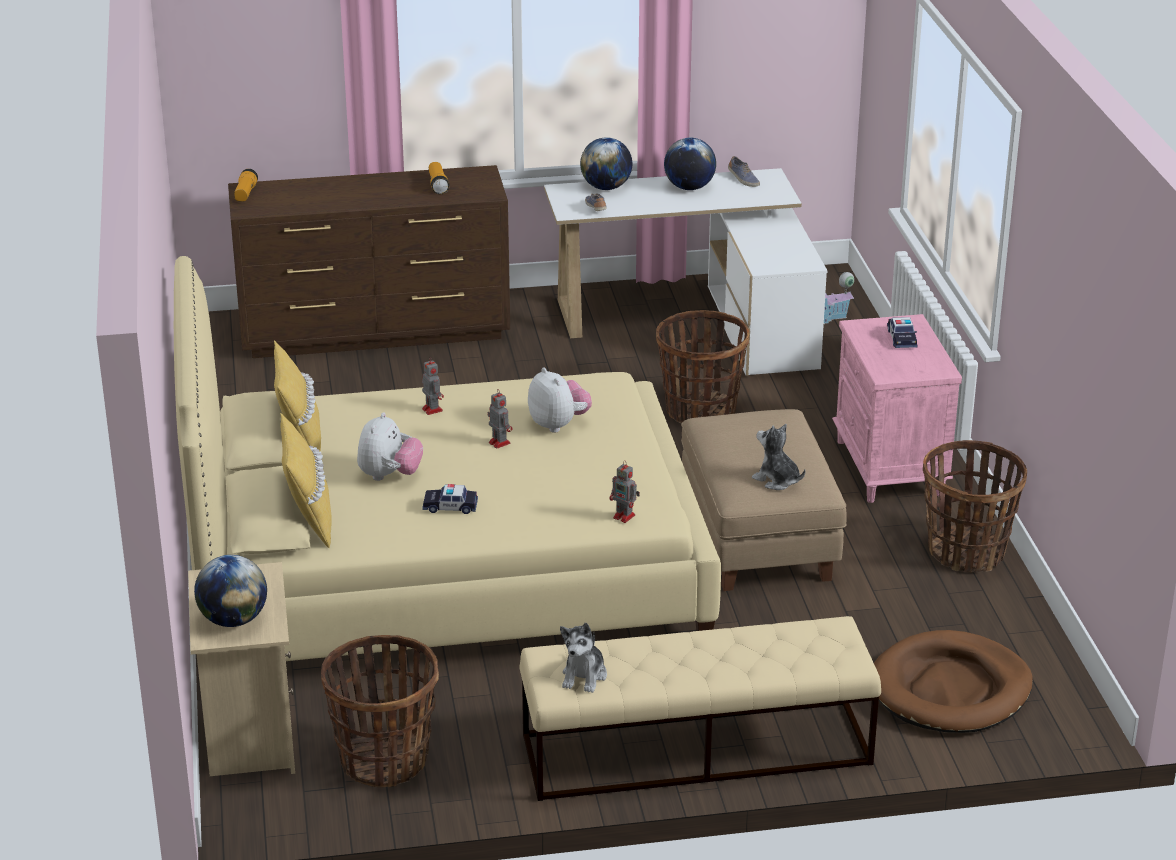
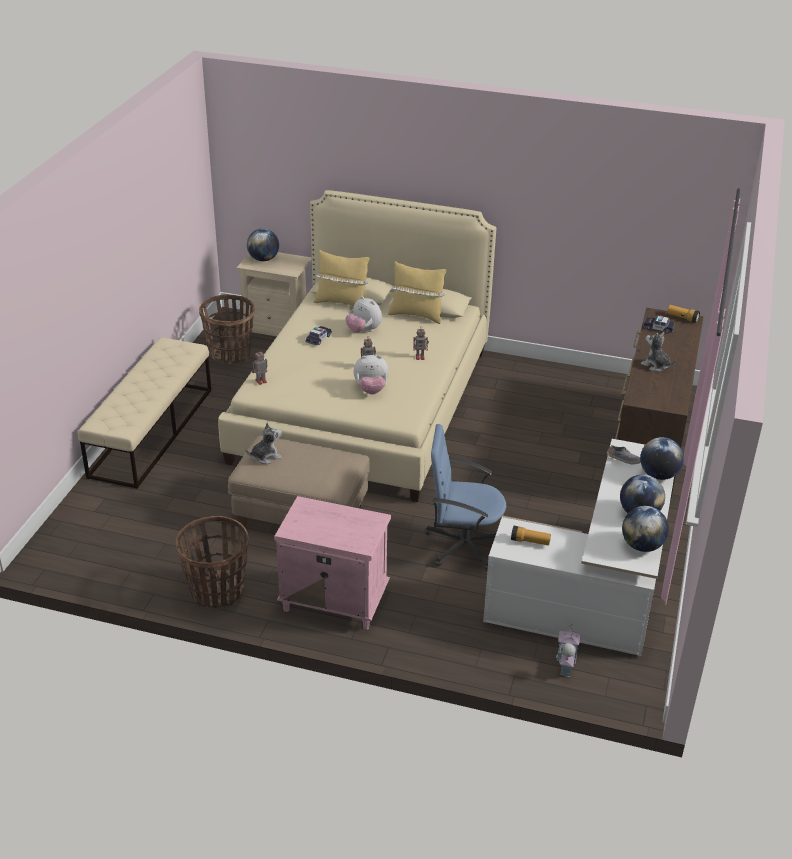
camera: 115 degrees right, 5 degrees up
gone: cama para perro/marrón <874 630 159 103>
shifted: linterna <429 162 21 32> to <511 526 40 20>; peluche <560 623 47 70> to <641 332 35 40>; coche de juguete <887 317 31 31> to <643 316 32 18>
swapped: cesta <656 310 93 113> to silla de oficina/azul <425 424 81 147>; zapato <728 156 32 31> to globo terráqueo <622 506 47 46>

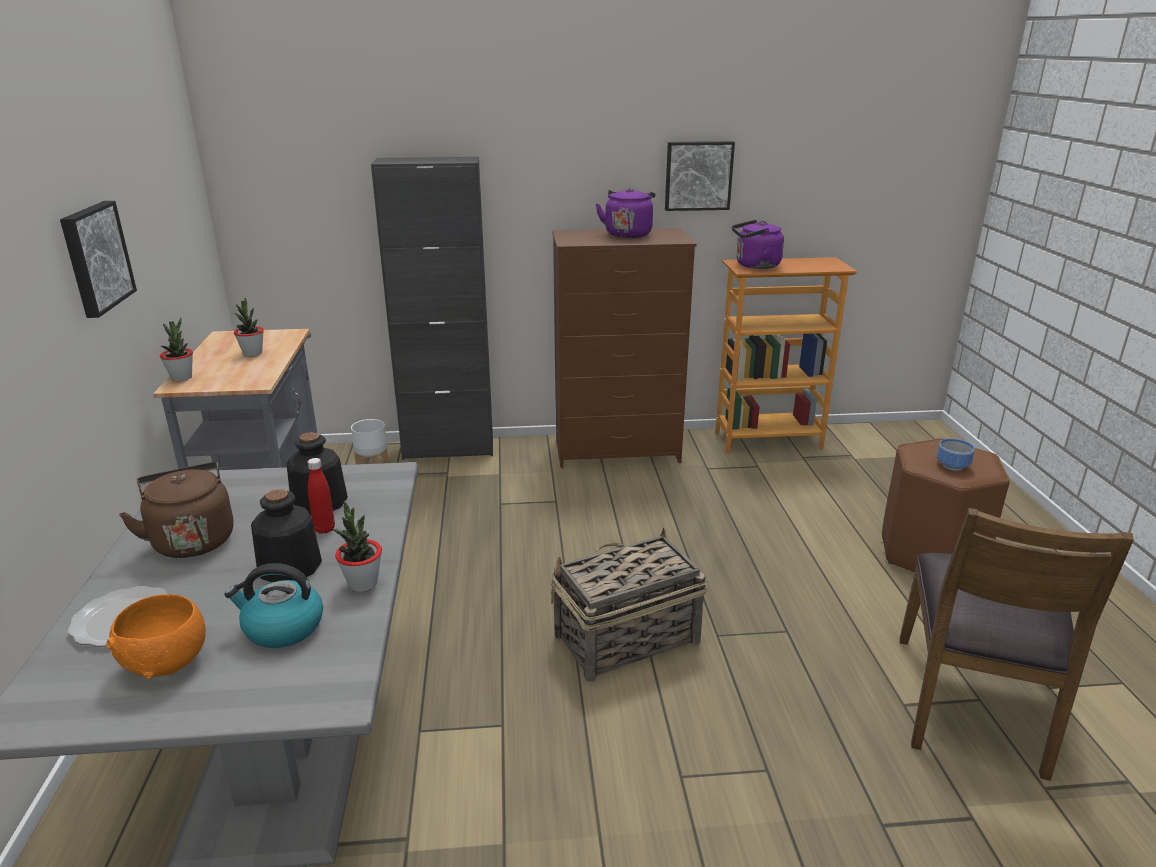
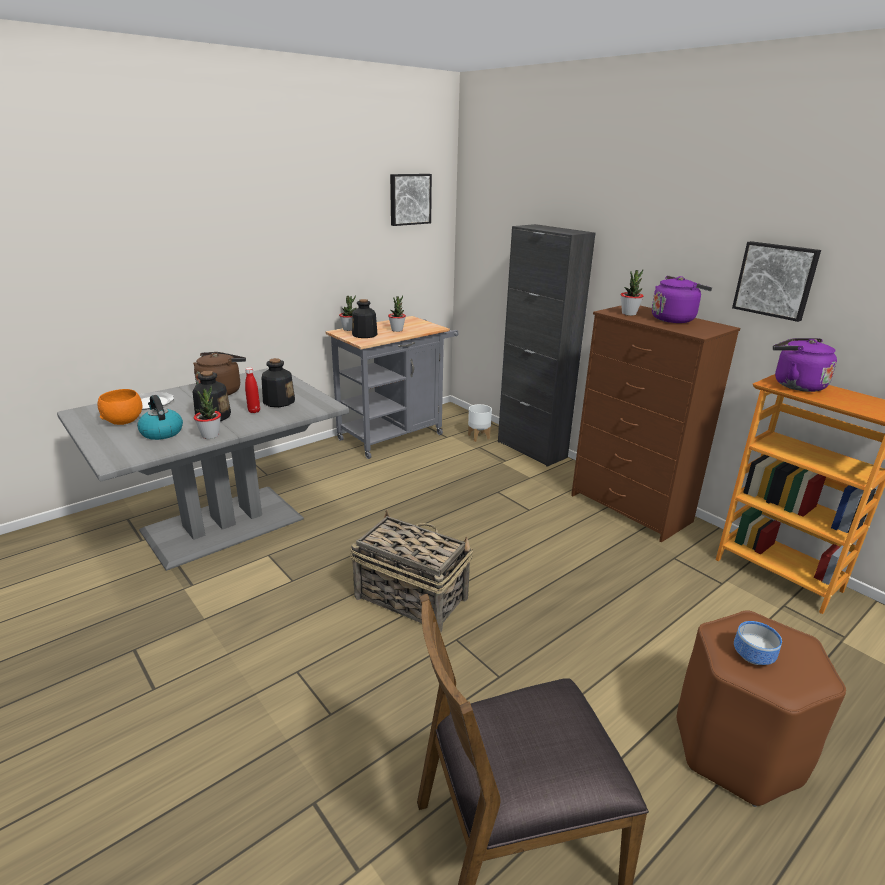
camera: 55 degrees right, 0 degrees up
new: botella <352 299 26 39>; planta en maceta <620 269 24 47>
shifted: cuadro <60 201 77 117> to <390 174 42 52>

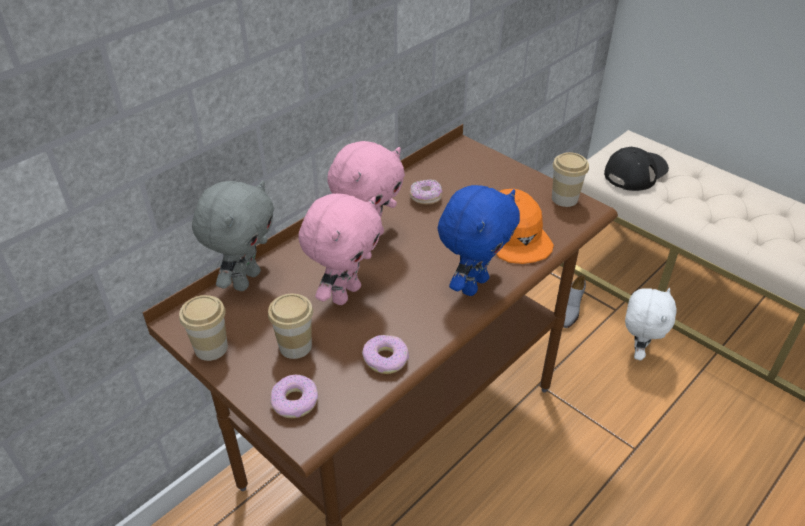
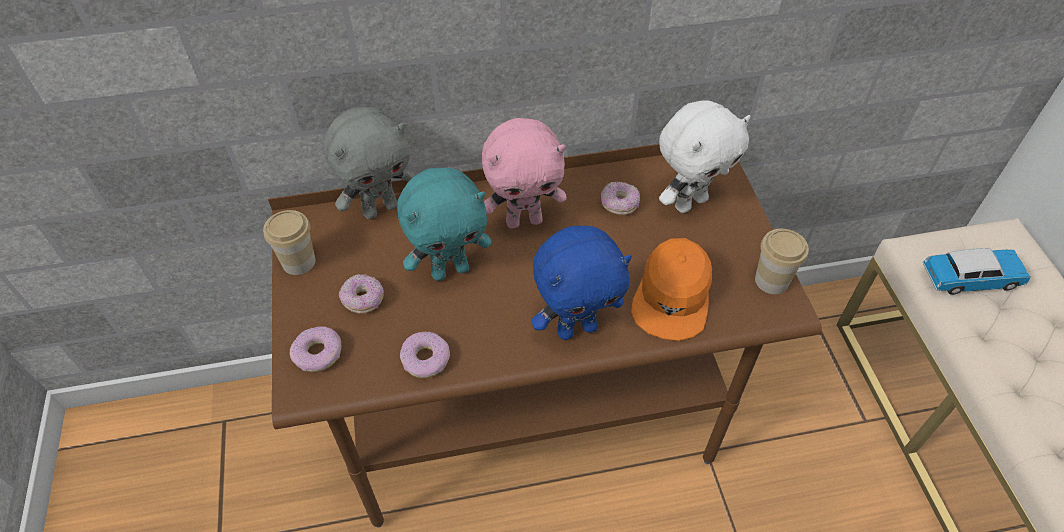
camera: 35 degrees right, 10 degrees up
gone: zapato/gris <563 275 23 53>
shifted: peluche/blanco <625 288 52 72> to <659 100 92 113>
swapped: taza <268 294 45 65> to rosquilla <339 274 45 40>; gorra/negro <604 146 65 45> to coche de juguete <923 248 108 47>
repainted: peluche/rosa <298 193 84 112> to peluche/turquesa <397 167 95 114>

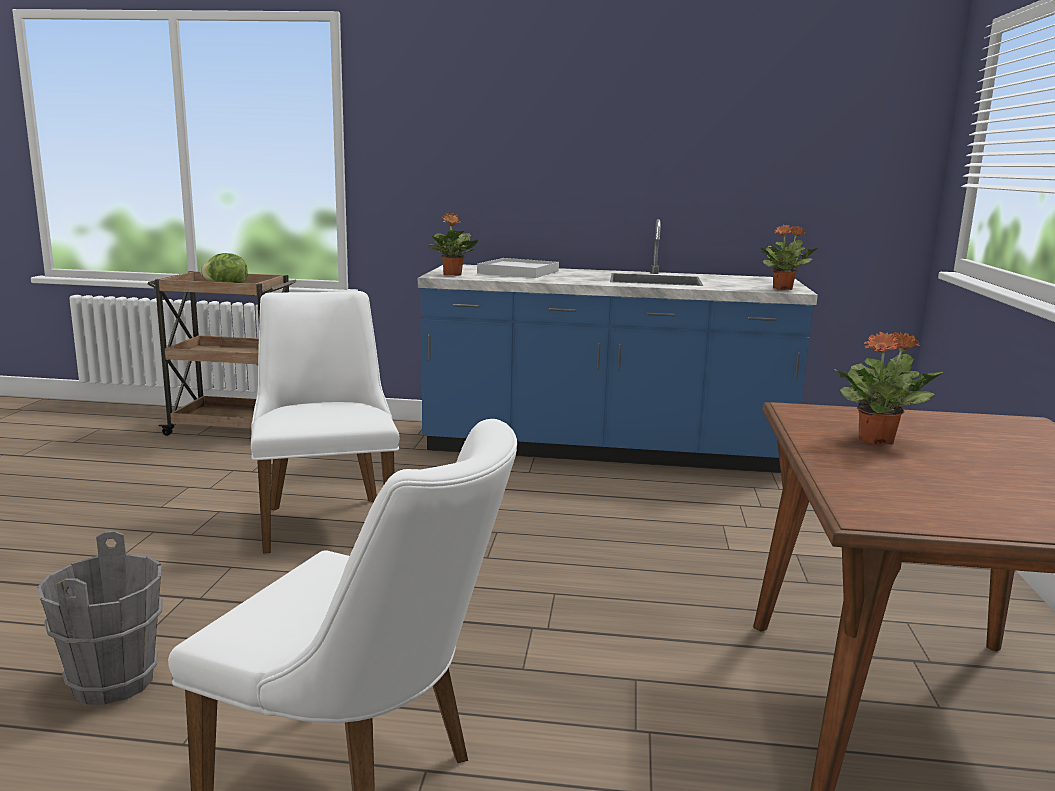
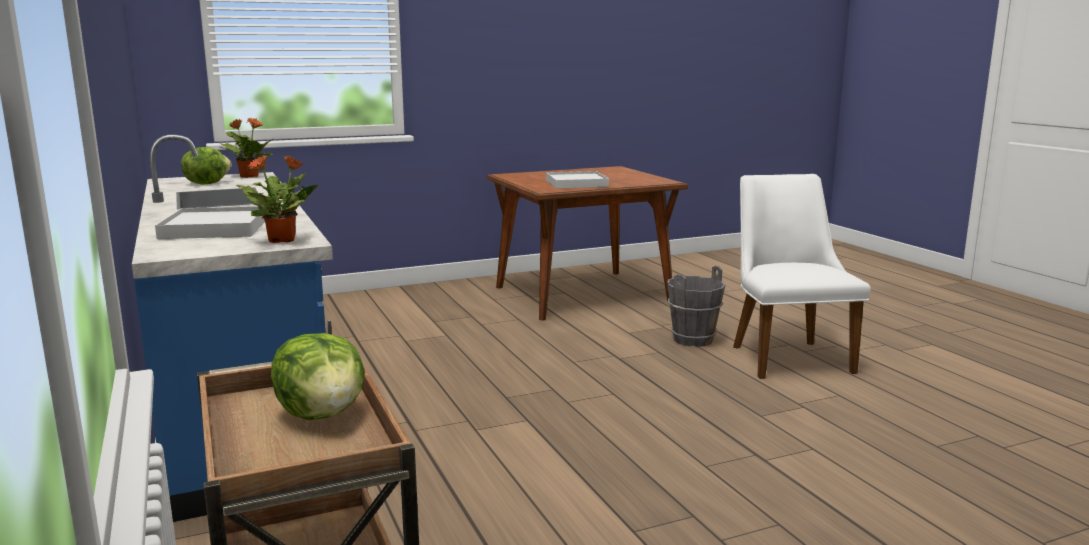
camera: 120 degrees left, 0 degrees up
gone: silla/blanco <251 291 148 263>
new: lechuga <181 147 51 37>
shifted: cubo/gris <37 531 126 174> to <667 266 58 81>
swapped: planta en maceta <835 332 109 113> to bandeja/blanco <546 171 63 18>

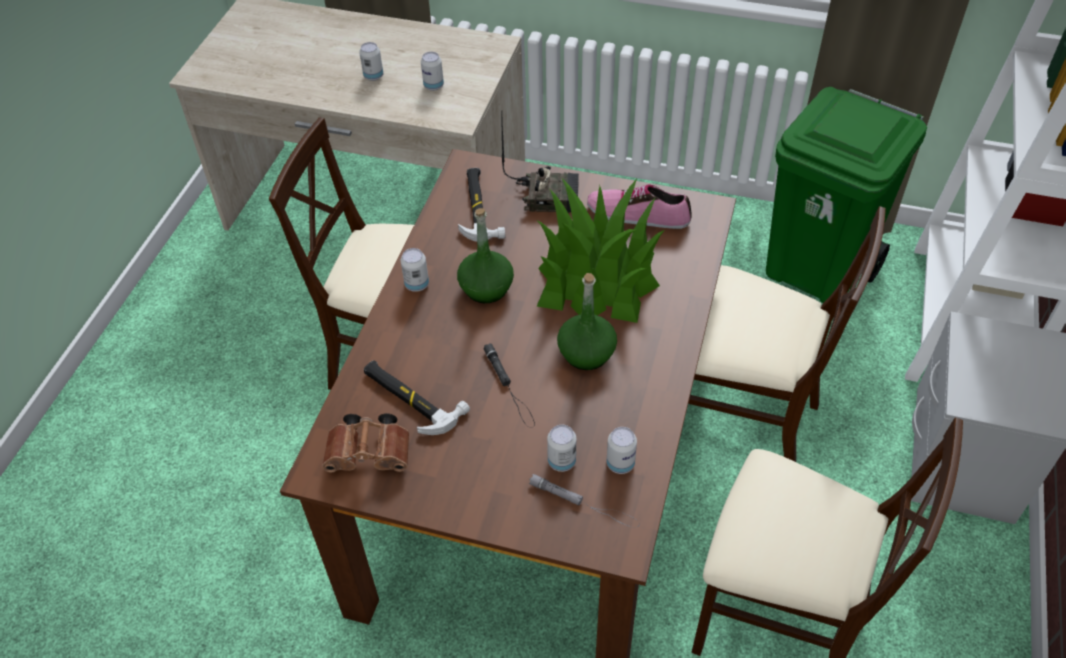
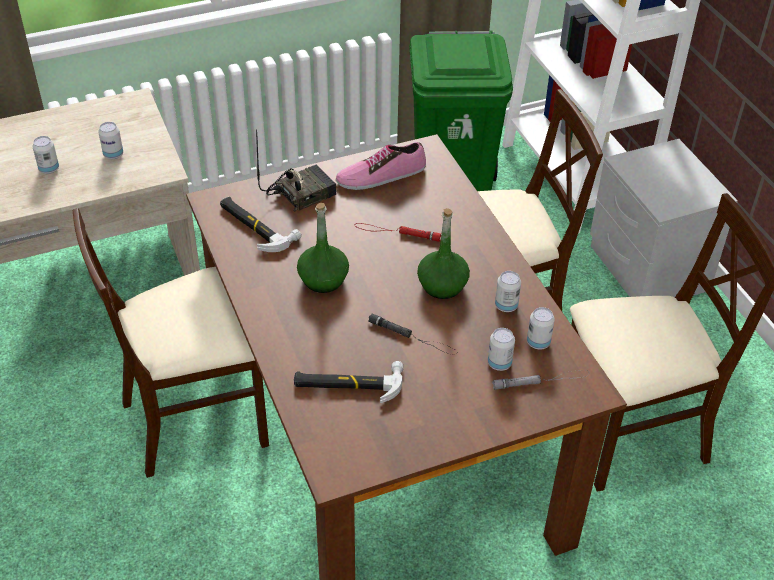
camera: 40 degrees left, 5 degrees down
gone: prismáticos/marrón <322 413 87 60>
shifted: lata <401 248 28 44> to <495 271 26 41>
swapped: planta en maceta <536 178 129 145> to linterna/rojo <355 223 86 19>

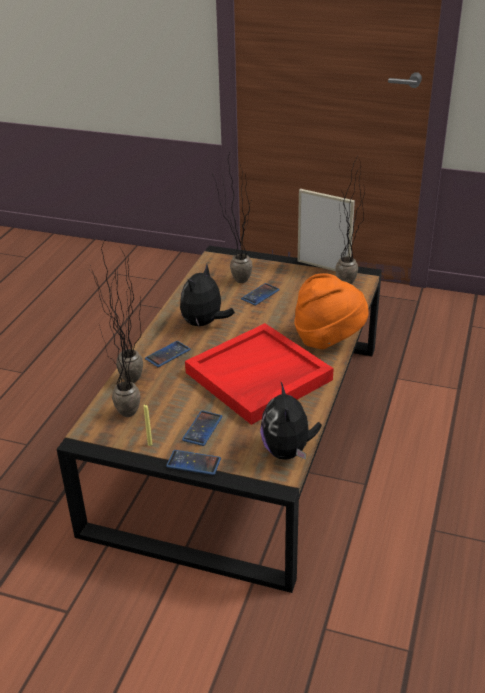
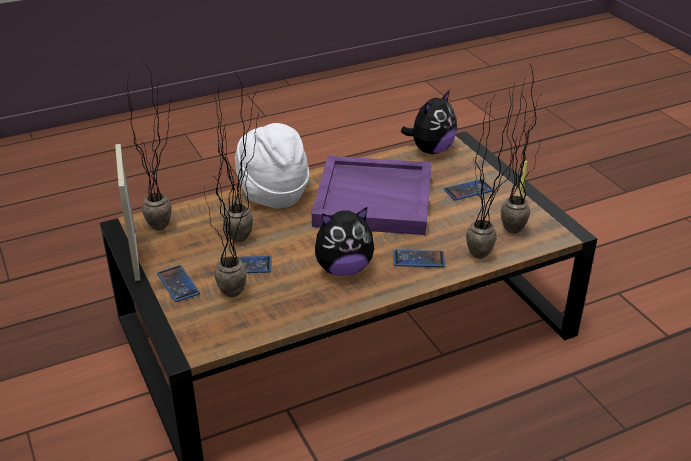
camera: 135 degrees left, 0 degrees up
new: planta en maceta <214 70 45 172>
shifted: móvil <166 450 55 25> to <157 265 43 37>
repainted: bandeja/rojo <185 323 149 102> to bandeja/morado <312 156 120 79>; sombrero/naranja <294 273 75 76> to sombrero/blanco <235 123 74 85>

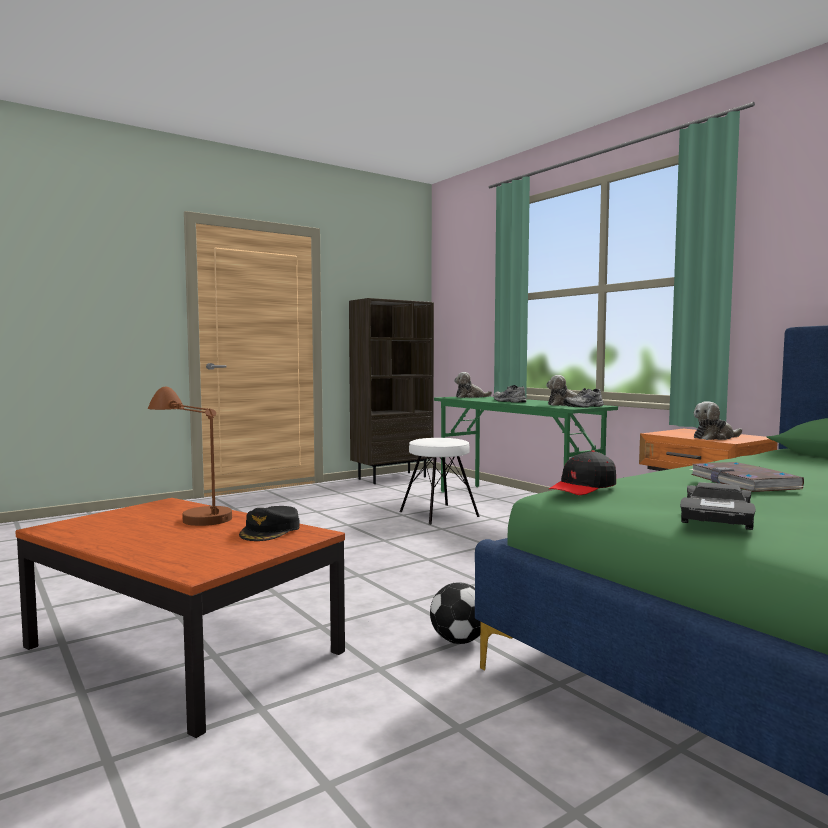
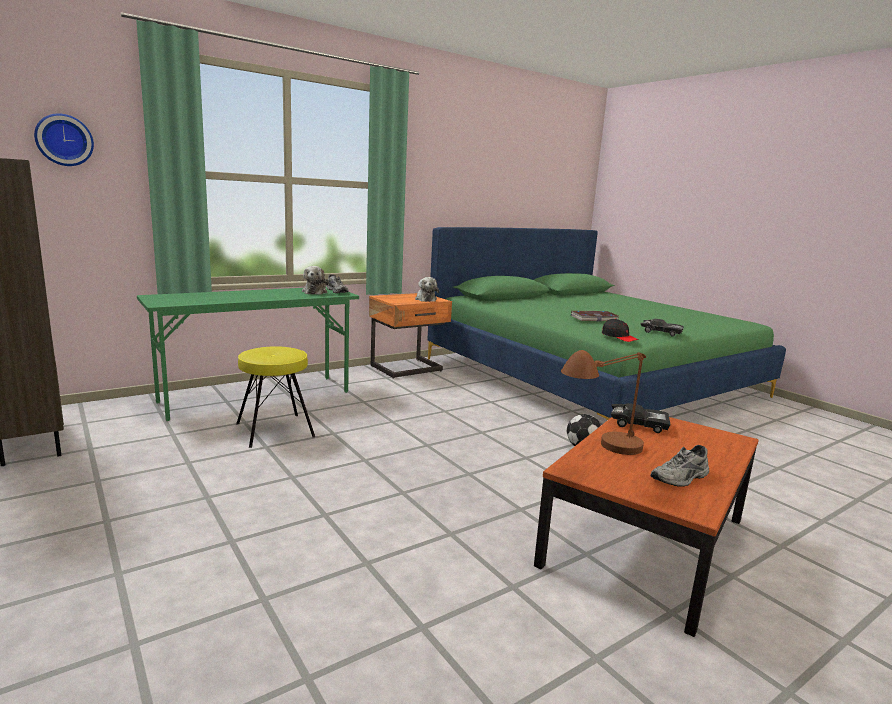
camera: 90 degrees left, 10 degrees up
gone: peluche <454 372 38 26>
new: reloj de pared <34 113 60 53>
shifted: zapato/gris <494 385 32 18> to <650 445 59 42>
swapped: gorra/negro <239 506 61 35> to coche de juguete/negro <611 403 60 30>
repainted: taburete/blanco <400 438 80 87> to taburete/amarillo <236 346 79 102>

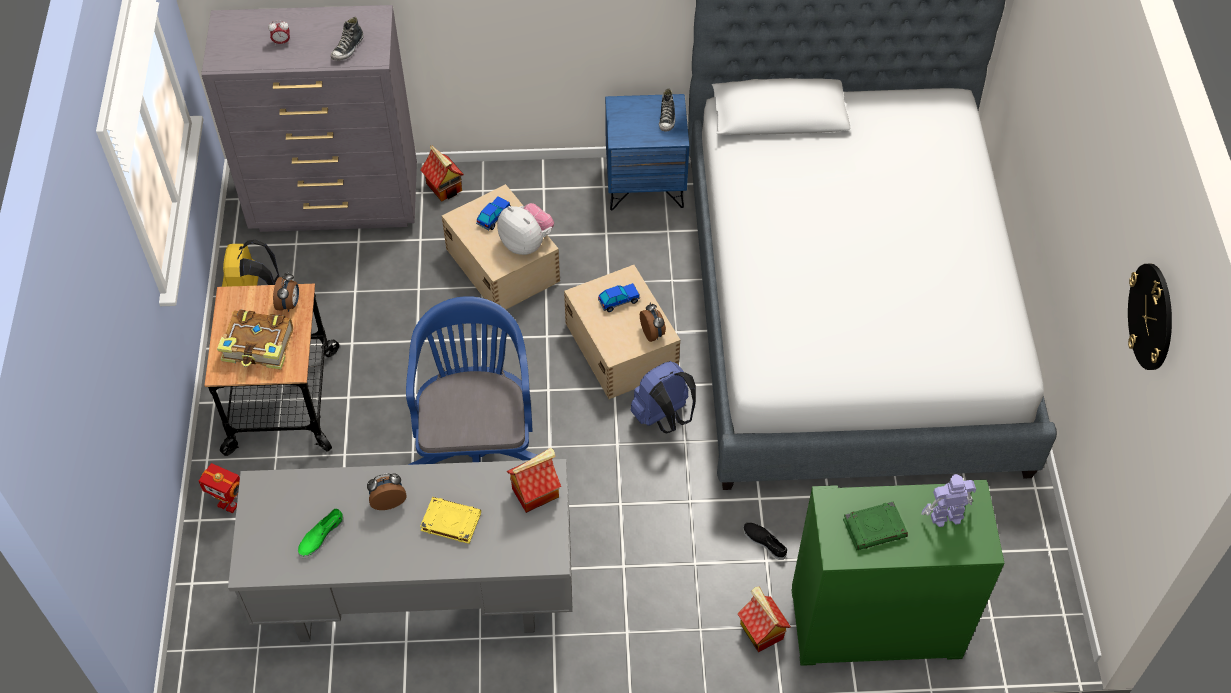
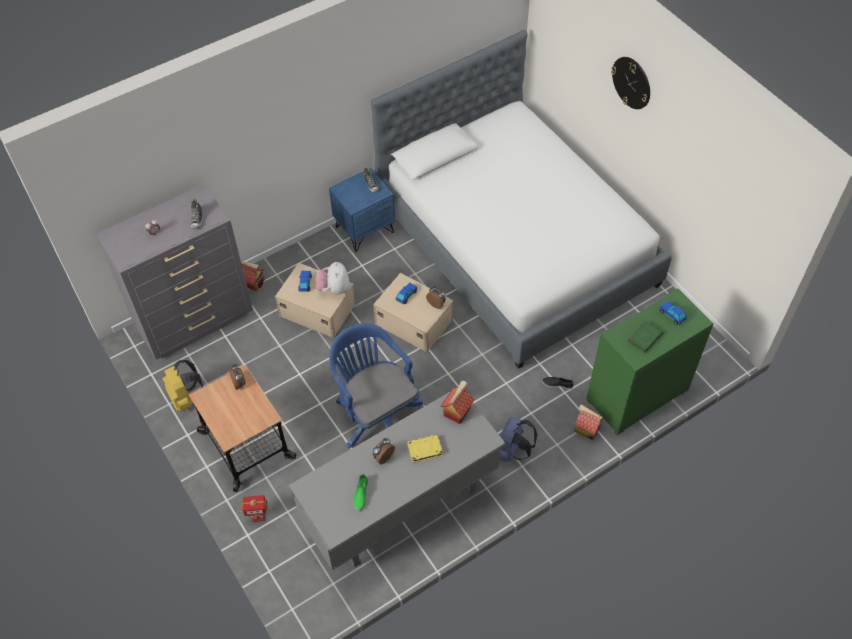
camera: 30 degrees left, 0 degrees up
gone: libro <217 309 76 60>
shifted: mochila/azul <631 361 65 72> to <500 417 37 45>; reloj de pared <1128 264 44 106> to <611 57 39 52>
swapped: robot de juguete <921 474 55 53> to coche de juguete <659 300 28 25>
rotated: peluche <497 203 57 52> = <316 262 33 32> 105 degrees counterclockwise

